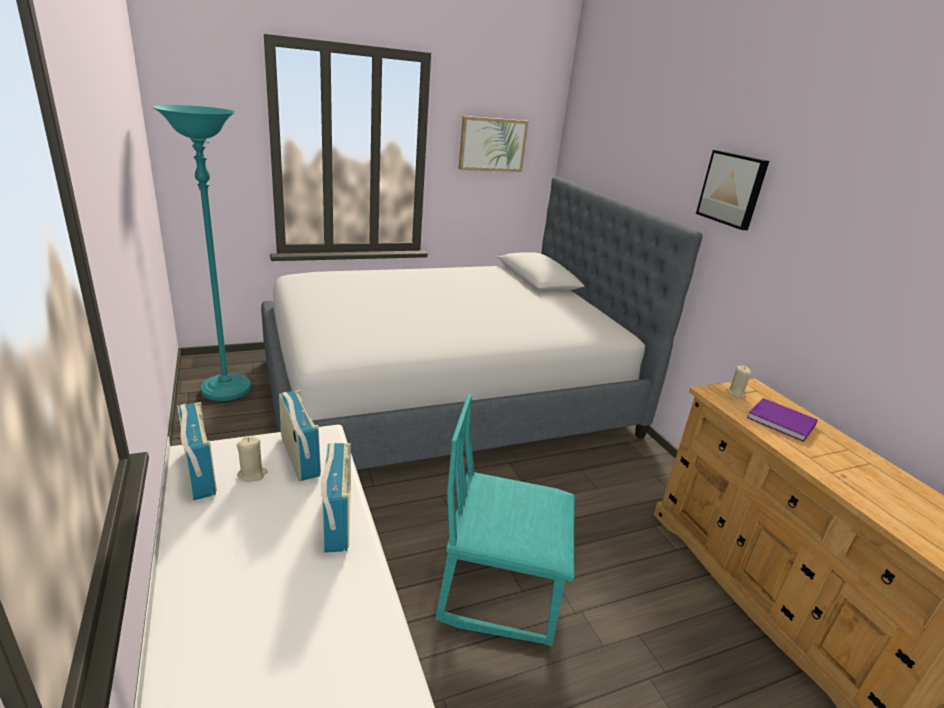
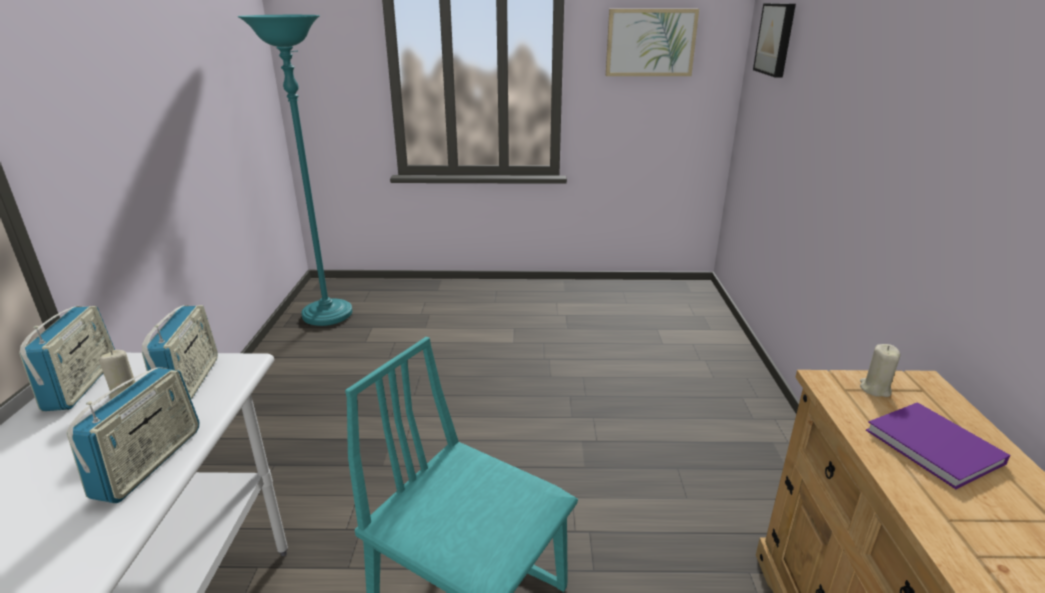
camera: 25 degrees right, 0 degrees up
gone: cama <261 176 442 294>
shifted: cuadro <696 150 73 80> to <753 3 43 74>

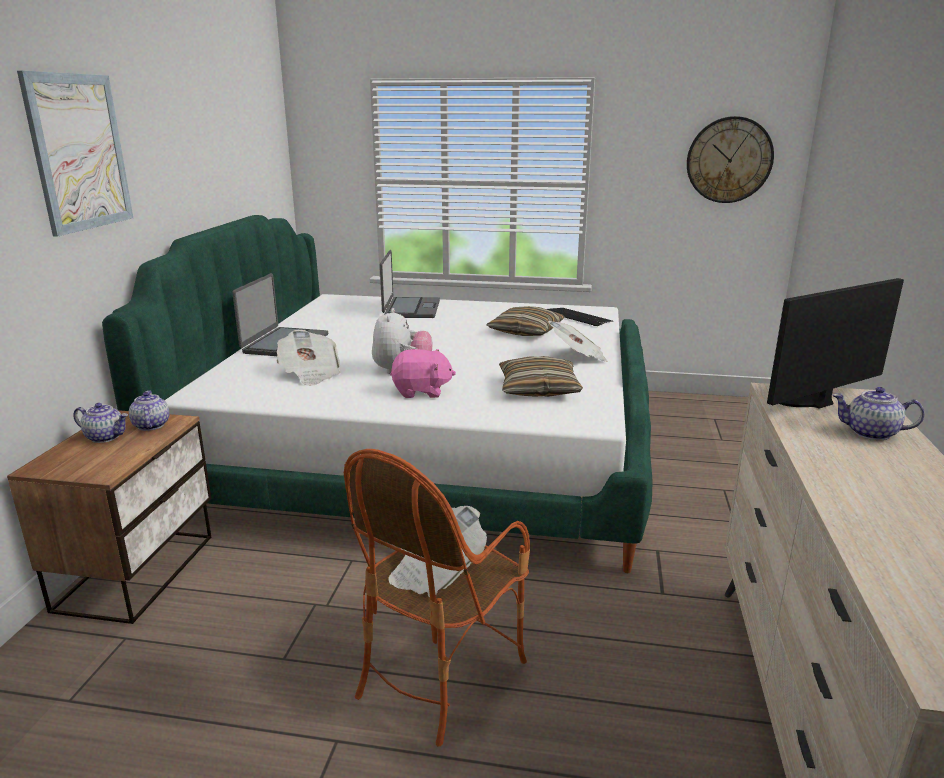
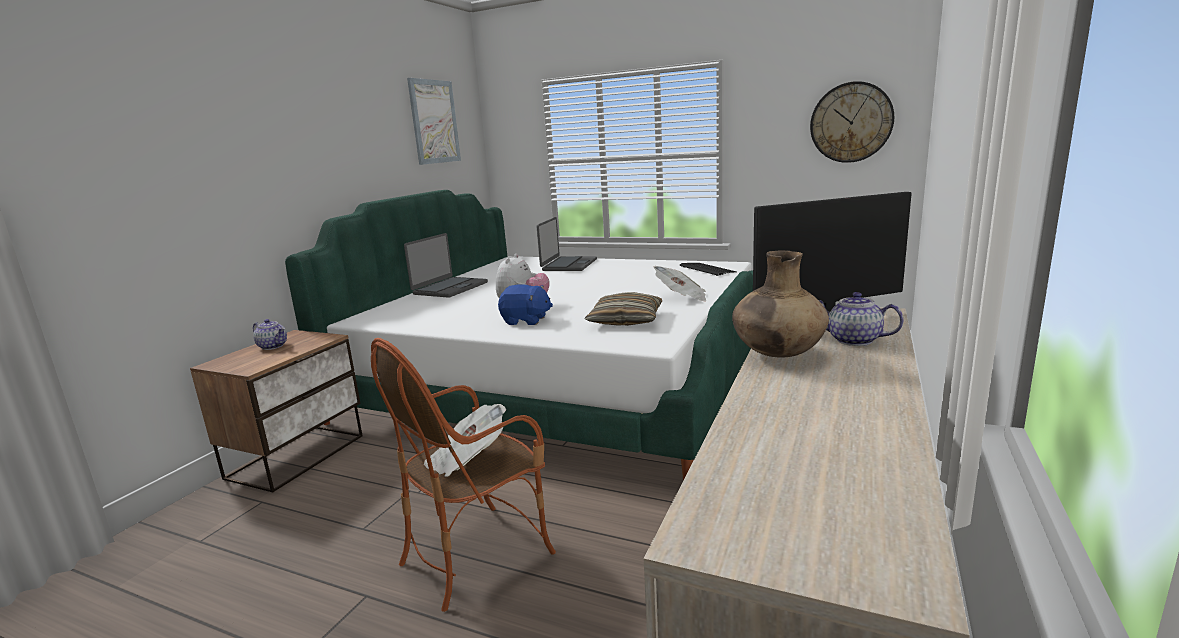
camera: 15 degrees right, 5 degrees down
gone: tetera <129 391 40 40>; periódico <276 330 64 56>; cojín <486 306 79 30>
new: florero/marrón <732 251 97 107>
shifted: cuadro <17 71 116 166> to <407 78 54 87>
repainted: peluche/rosa <390 349 66 49> to peluche/azul <498 284 55 41>

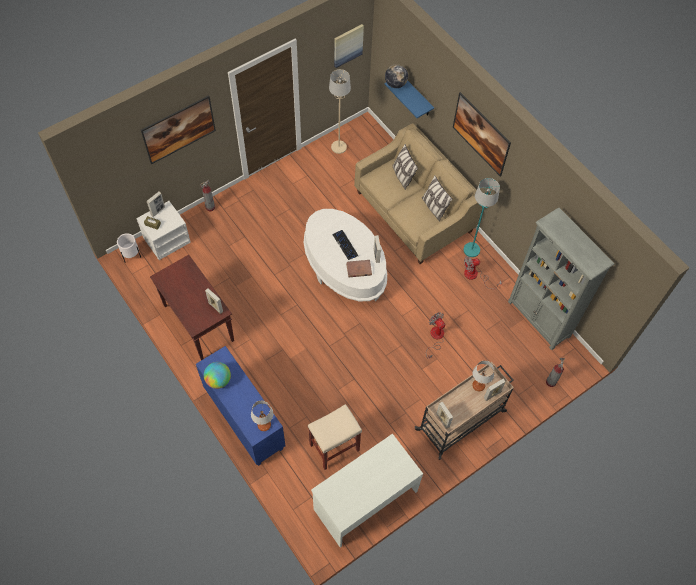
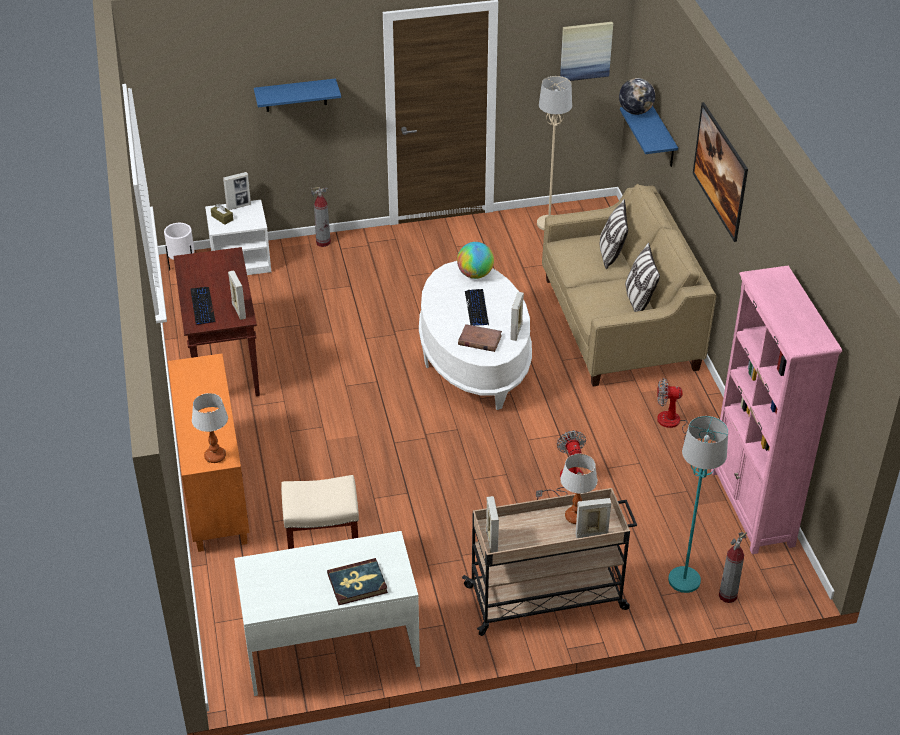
camera: 25 degrees right, 20 degrees down
new: teclado <191 287 25 38>; libro <327 558 61 47>
shifted: globo terráqueo <204 362 27 27> to <457 242 37 37>; lámpara de pie/turquesa <464 178 36 79> to <668 416 60 177>
swapped: cuadro <141 95 75 70> to estante/azul <254 78 87 34>
repainted: armario/azul <196 346 90 120> to armario/naranja <168 354 82 198>; estantería/gris <508 207 106 143> to estantería/rosa <711 266 131 288>

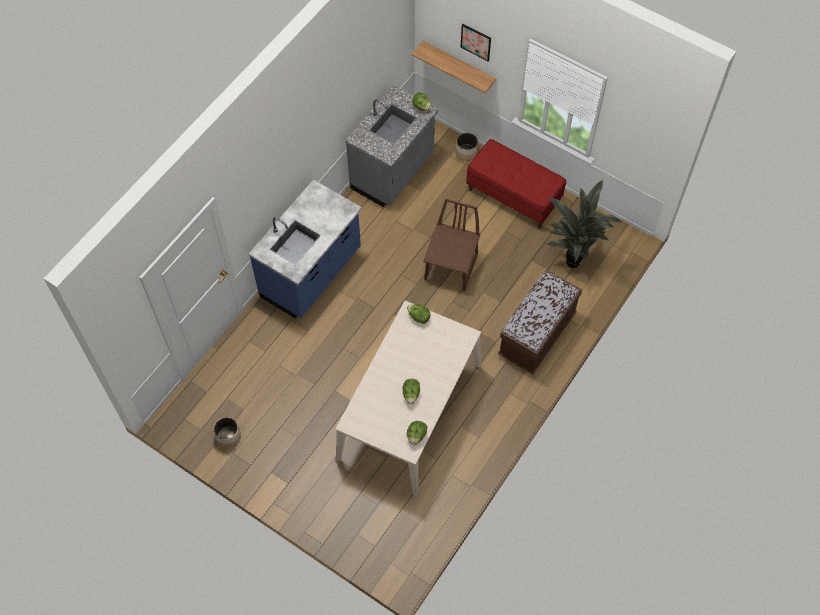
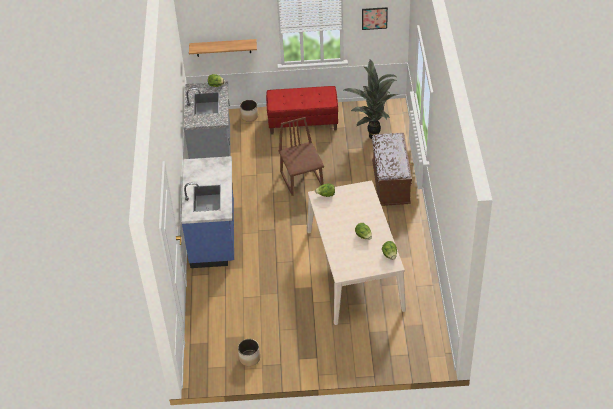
camera: 35 degrees left, 15 degrees down
shifted: cuadro <460 24 31 38> to <362 7 26 23>

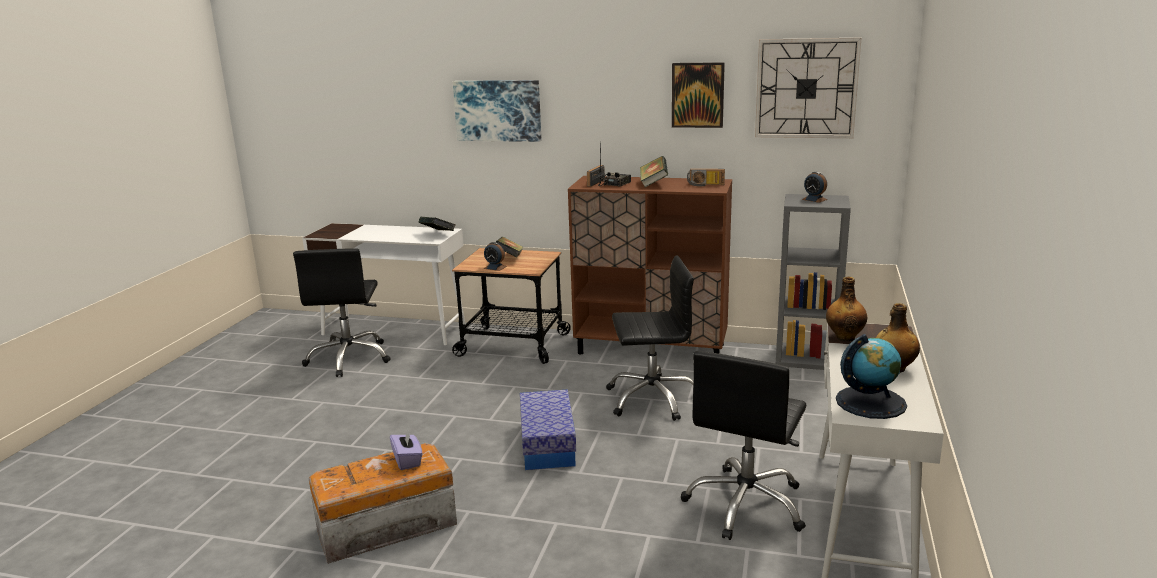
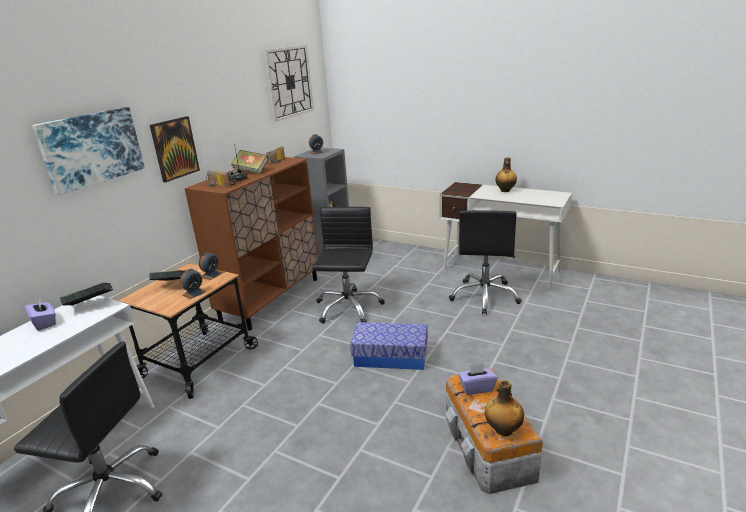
camera: 75 degrees left, 5 degrees up
gone: globo terráqueo <836 334 71 85>
new: caja de pañuelos/morado <25 297 31 34>; despertador <199 252 23 28>
shifted: cuadro <672 62 53 66> to <150 116 50 67>; botella <826 277 41 65> to <485 380 39 56>
rotated: silla de oficina/negro <681 351 125 189> = <449 210 73 104> 60 degrees clockwise

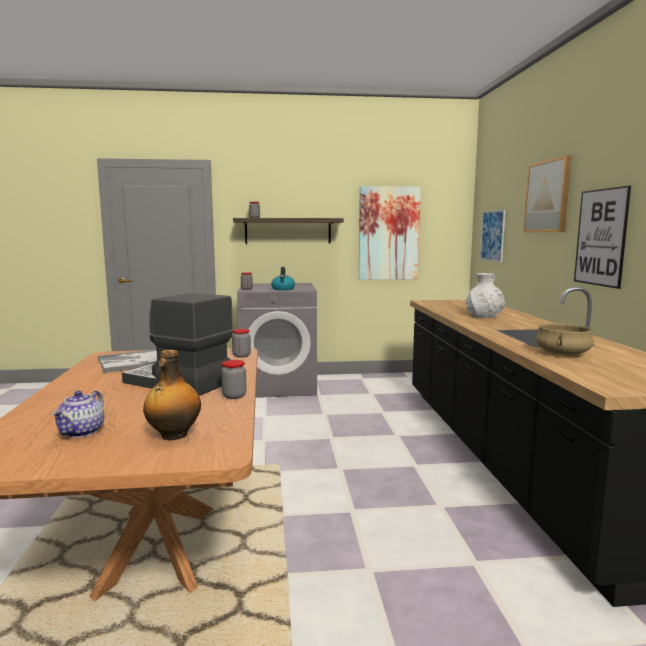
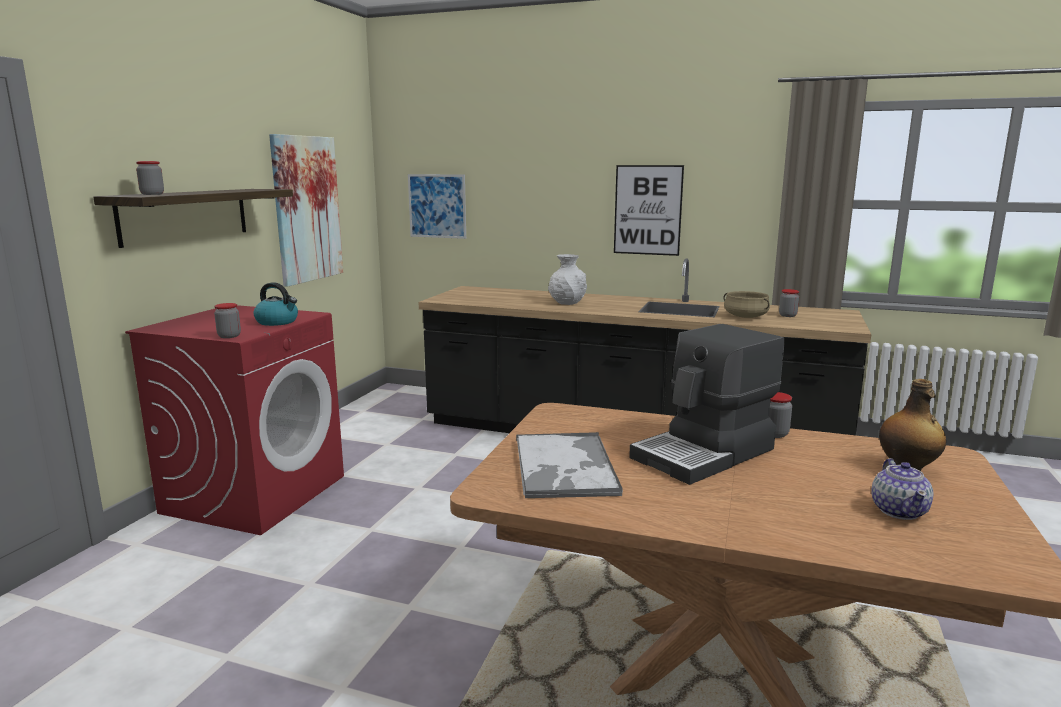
camera: 65 degrees left, 5 degrees up
gone: cuadro <524 155 47 77>
shifted: tarro <232 329 19 29> to <779 289 20 28>
repainted: lavadora/gris <237 283 80 115> to lavadora/rojo <125 305 219 230>
rotated: tetera <52 391 52 47> = <871 458 62 62> 60 degrees clockwise

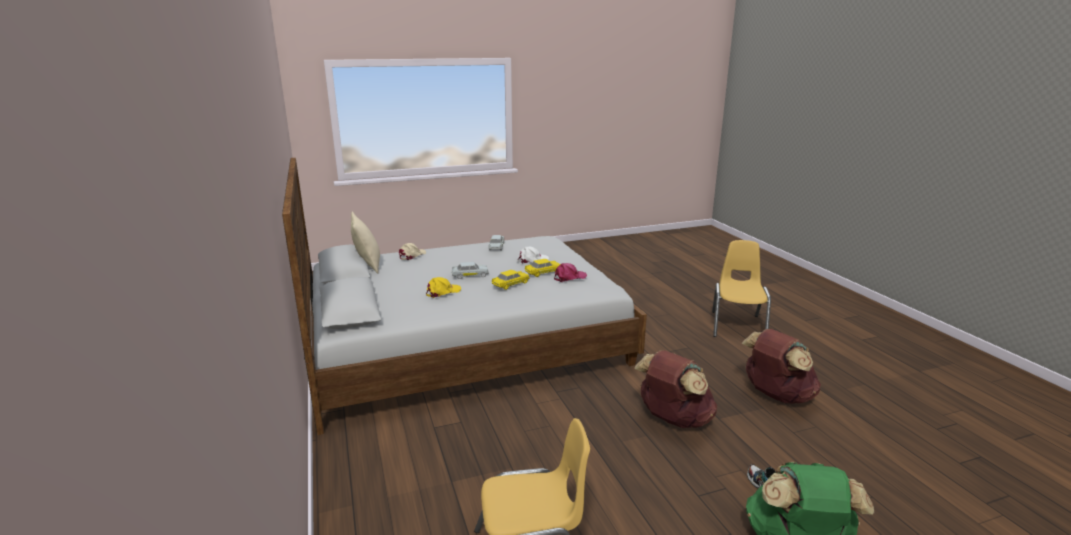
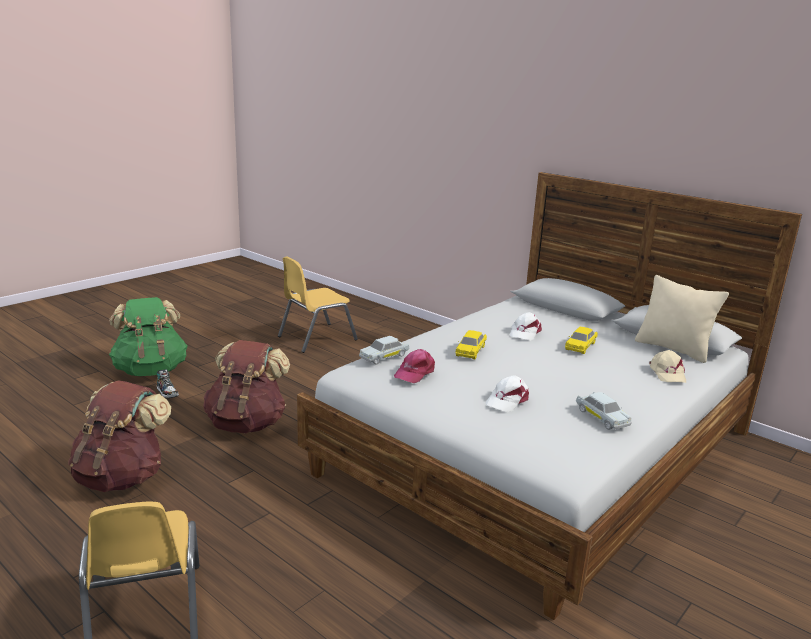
camera: 150 degrees right, 0 degrees up
shifted: coche de juguete/blanco <452 262 37 17> to <359 336 50 29>; coche de juguete/amarillo <525 259 35 18> to <565 327 33 27>
repainted: gorra/amarillo <426 277 35 21> to gorra/blanco <510 312 32 29>

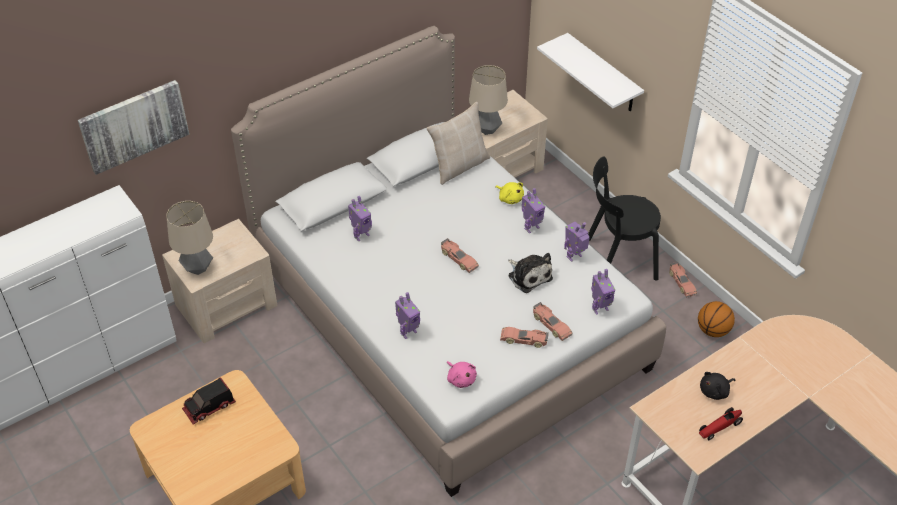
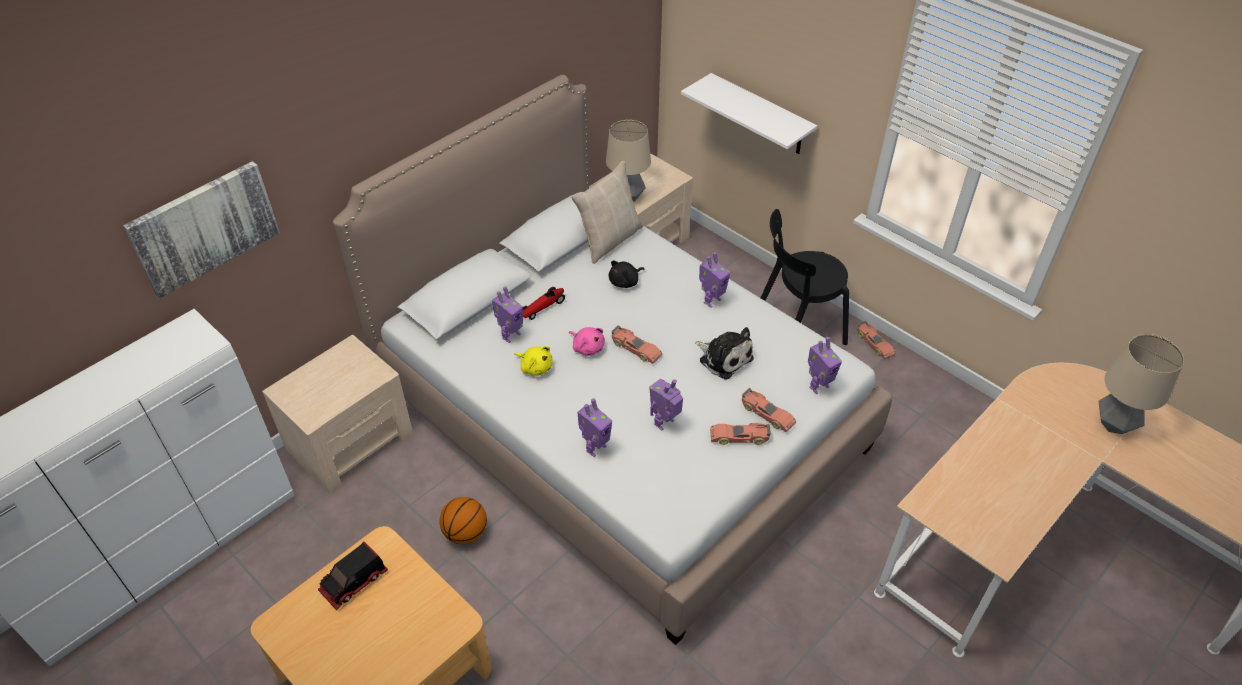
camera: 10 degrees left, 0 degrees up
shifted: lámpara de mesa <166 201 47 74> to <1098 334 86 100>; peluche/rosa <447 361 30 27> to <569 327 36 29>; peluche/amarillo <495 182 29 22> to <514 346 39 30>; robot de juguete <564 222 25 40> to <649 379 34 51>; balón de baloncesto <698 301 37 36> to <439 497 48 47>; coche de juguete <699 407 44 33> to <523 287 42 33>; peluche/negro <700 372 35 28> to <609 261 35 27>

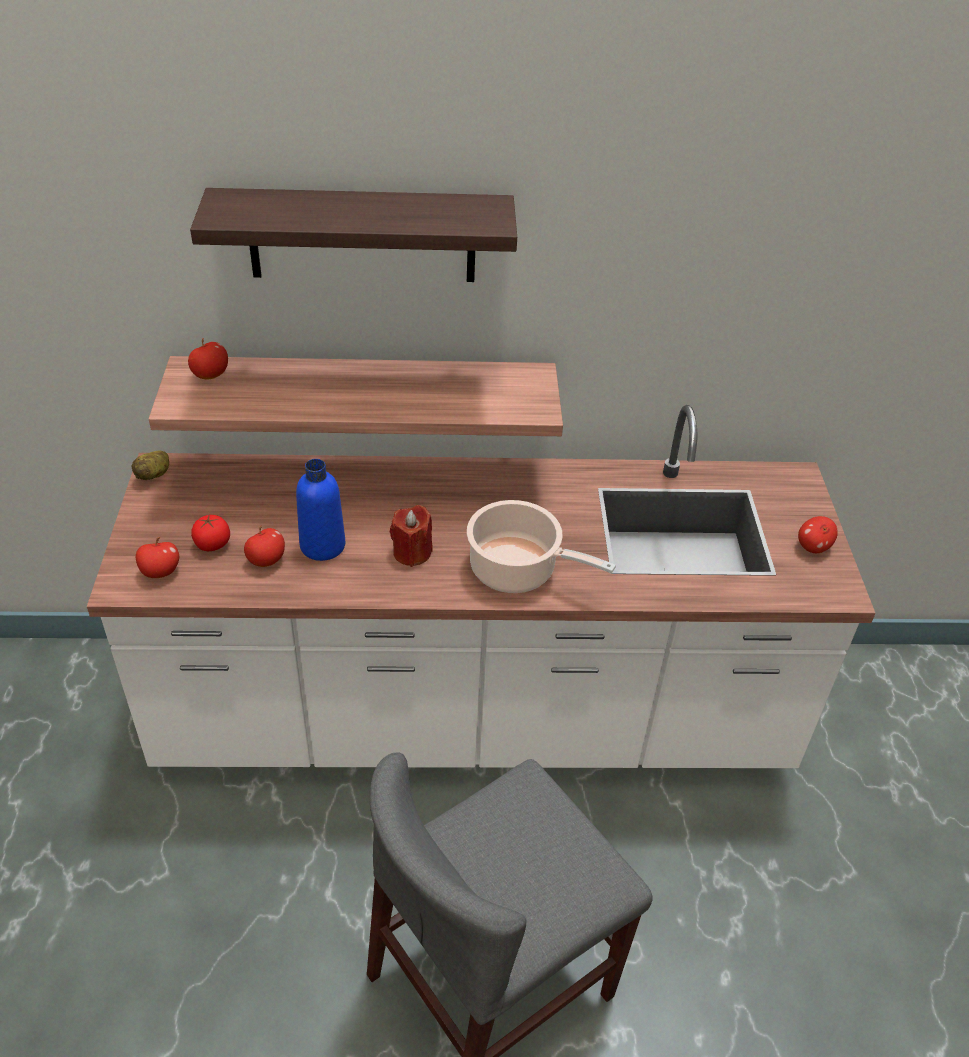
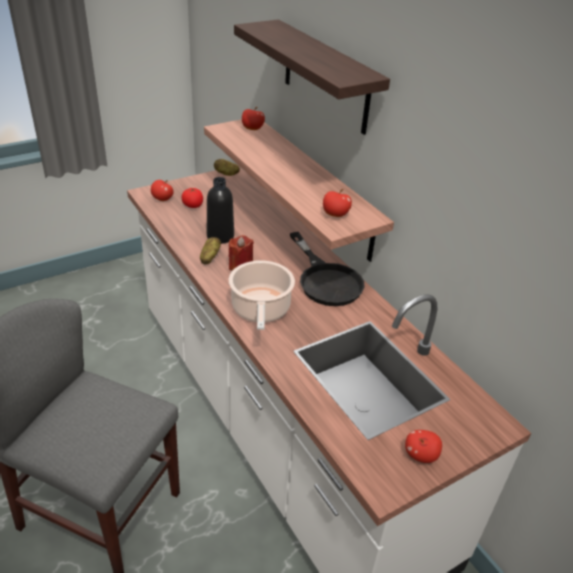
camera: 60 degrees right, 5 degrees down
new: patata <200 237 21 27>; sartén/negro <290 232 74 74>
shifted: manzana <244 526 41 41> to <323 189 29 28>
repainted: botella/azul <296 459 49 102> to botella/negro <207 177 27 67>

